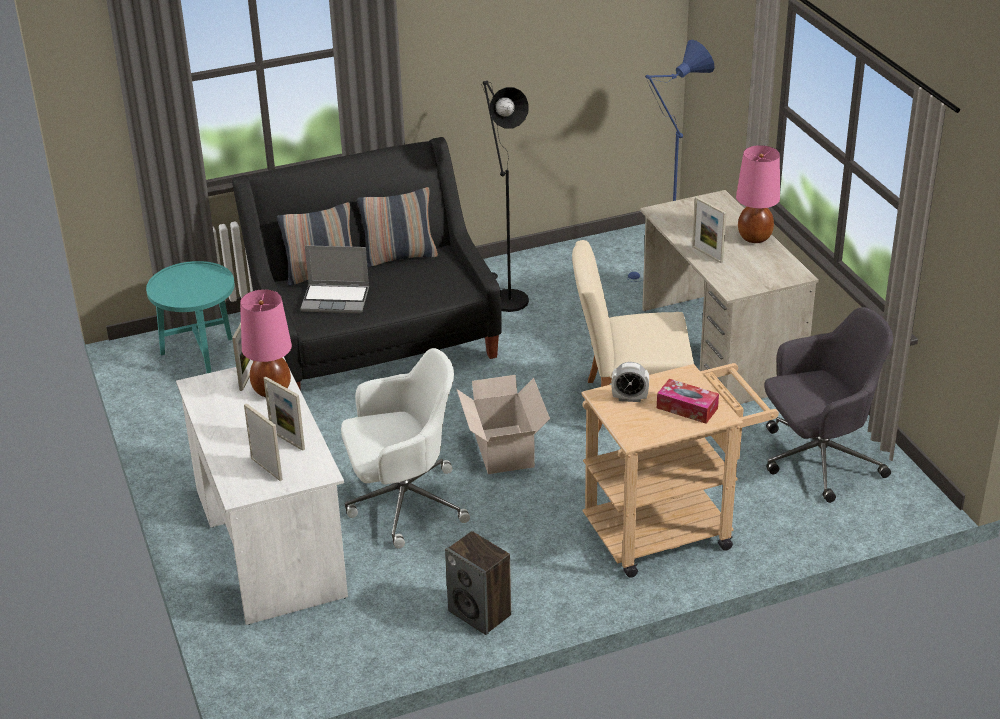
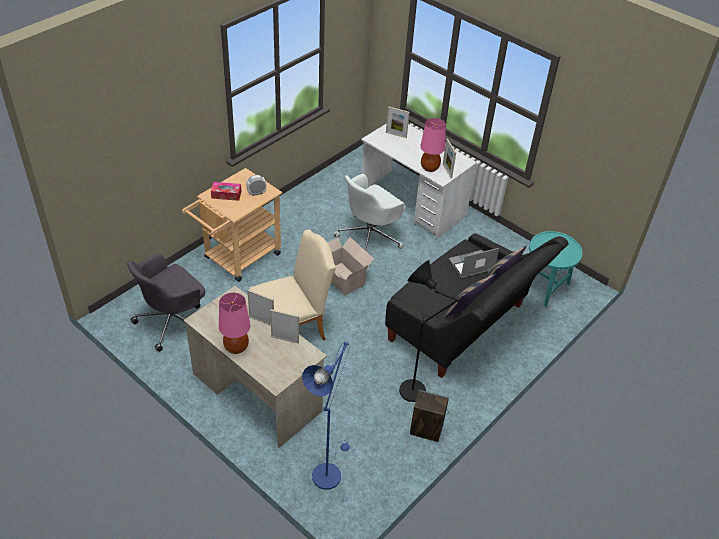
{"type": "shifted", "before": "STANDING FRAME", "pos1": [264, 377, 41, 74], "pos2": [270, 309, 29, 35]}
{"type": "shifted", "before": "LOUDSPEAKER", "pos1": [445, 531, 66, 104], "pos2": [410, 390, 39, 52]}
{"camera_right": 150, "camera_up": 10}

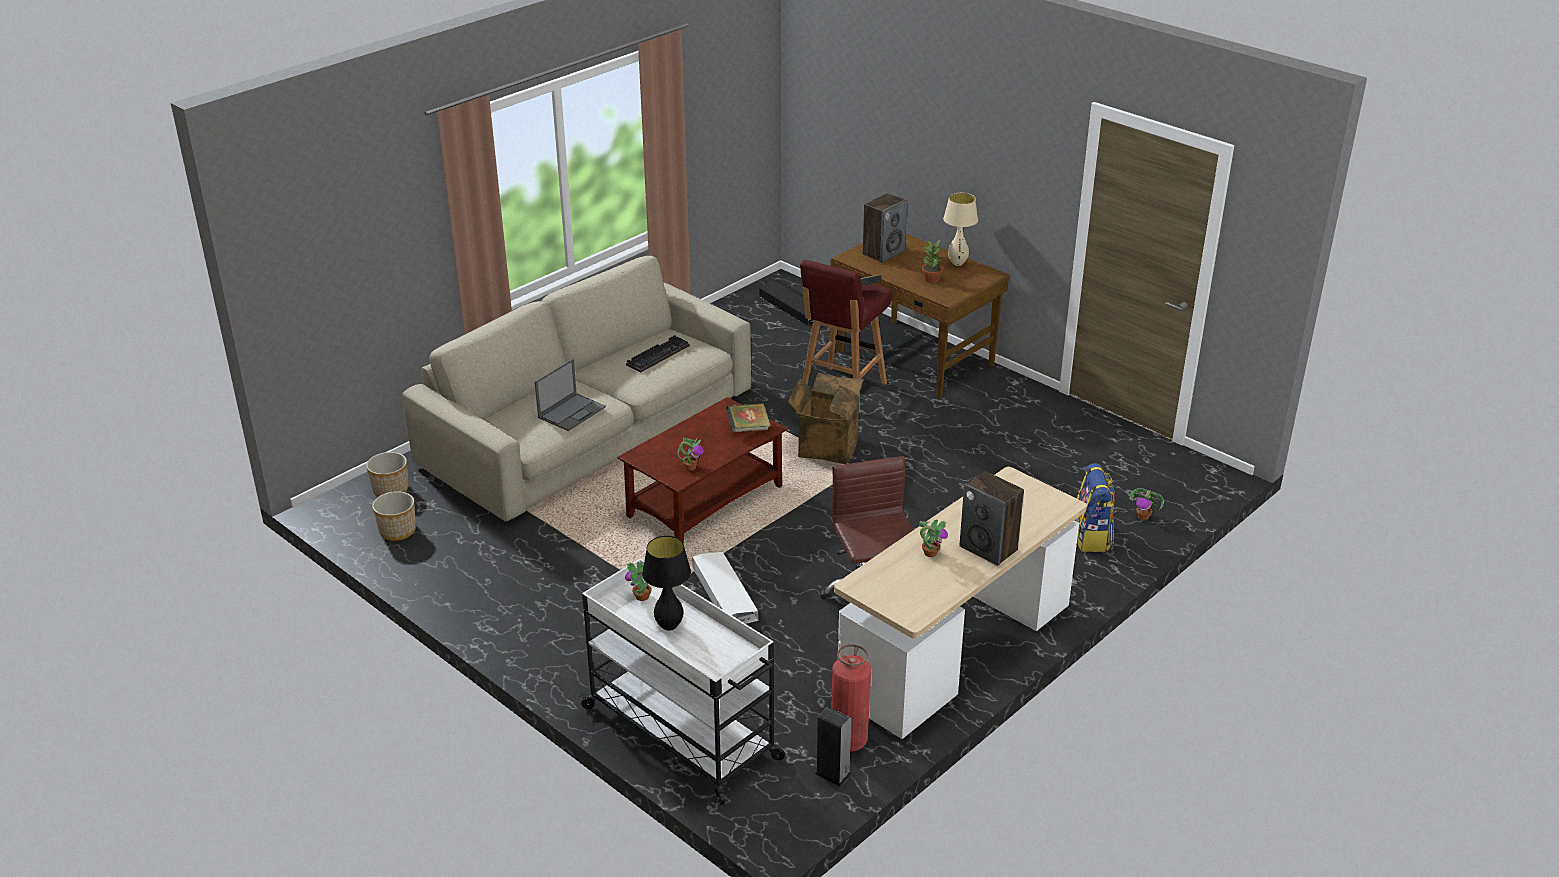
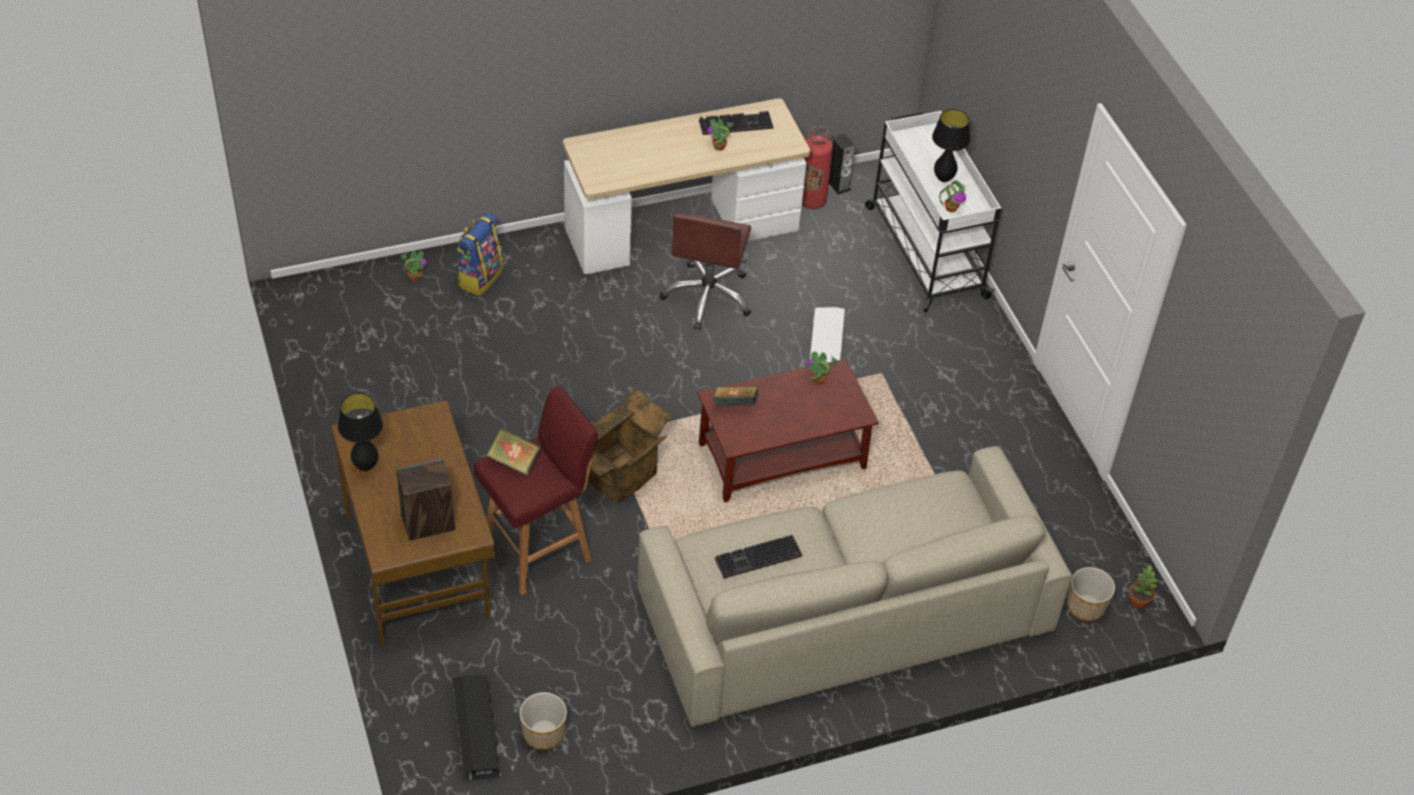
{"type": "repainted", "before": "BEIGE LAMP FOR A TABLE", "after": "BLACKISH LAMP FOR A TABLE", "pos1": [943, 193, 35, 73], "pos2": [338, 393, 45, 78]}
{"type": "shifted", "before": "PLANT POT", "pos1": [372, 491, 44, 50], "pos2": [520, 692, 47, 58]}
{"type": "new", "after": "KEYBOARD", "pos2": [699, 111, 74, 24]}
{"type": "shifted", "before": "PLANT IN A POT", "pos1": [921, 240, 22, 43], "pos2": [1129, 565, 28, 44]}
{"type": "gone", "before": "LAPTOP", "pos1": [535, 358, 71, 73]}
{"type": "gone", "before": "LOUDSPEAKER", "pos1": [960, 471, 64, 95]}
{"camera_right": -155, "camera_up": 15}

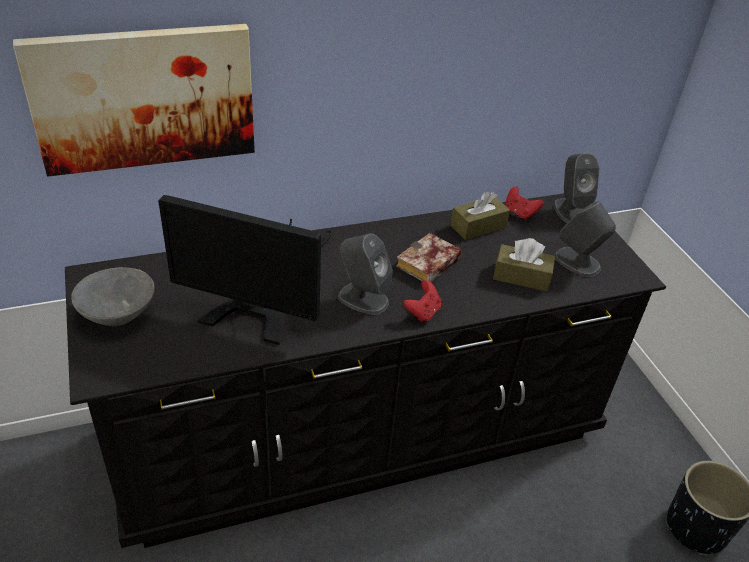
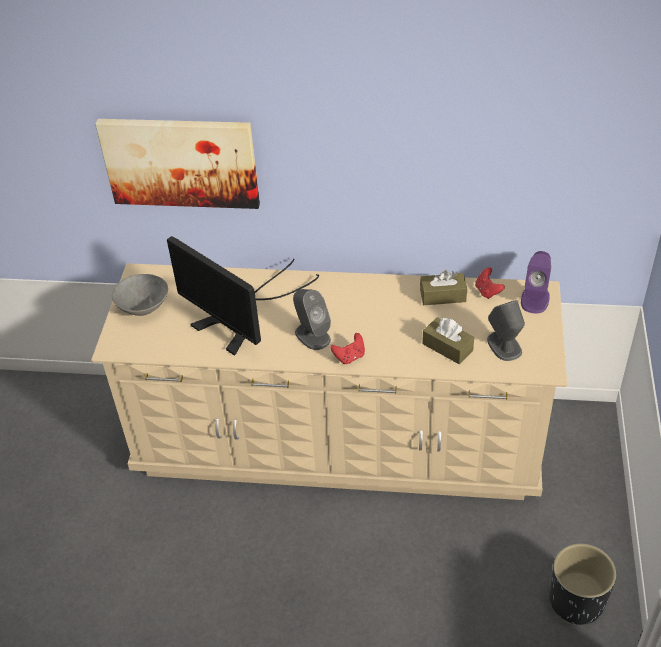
{"type": "repainted", "before": "BLACKISH DRAWER CHEST", "after": "BEIGE DRAWER CHEST", "pos1": [65, 193, 601, 355], "pos2": [91, 263, 476, 237]}
{"type": "repainted", "before": "GREY LOUDSPEAKER", "after": "PURPLE-COLOURED LOUDSPEAKER", "pos1": [553, 153, 46, 70], "pos2": [521, 251, 30, 63]}
{"type": "gone", "before": "BOUND BOOK", "pos1": [396, 233, 66, 49]}
{"camera_right": 30, "camera_up": 5}

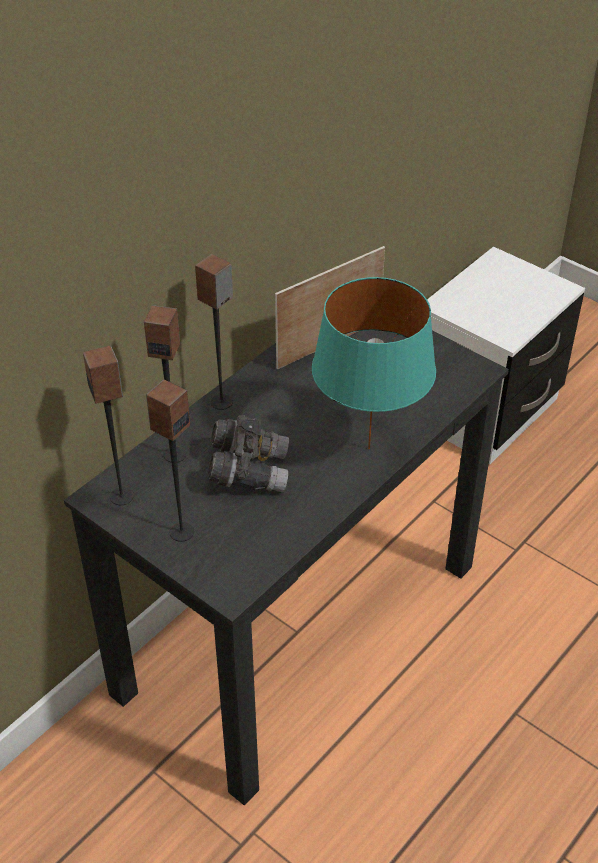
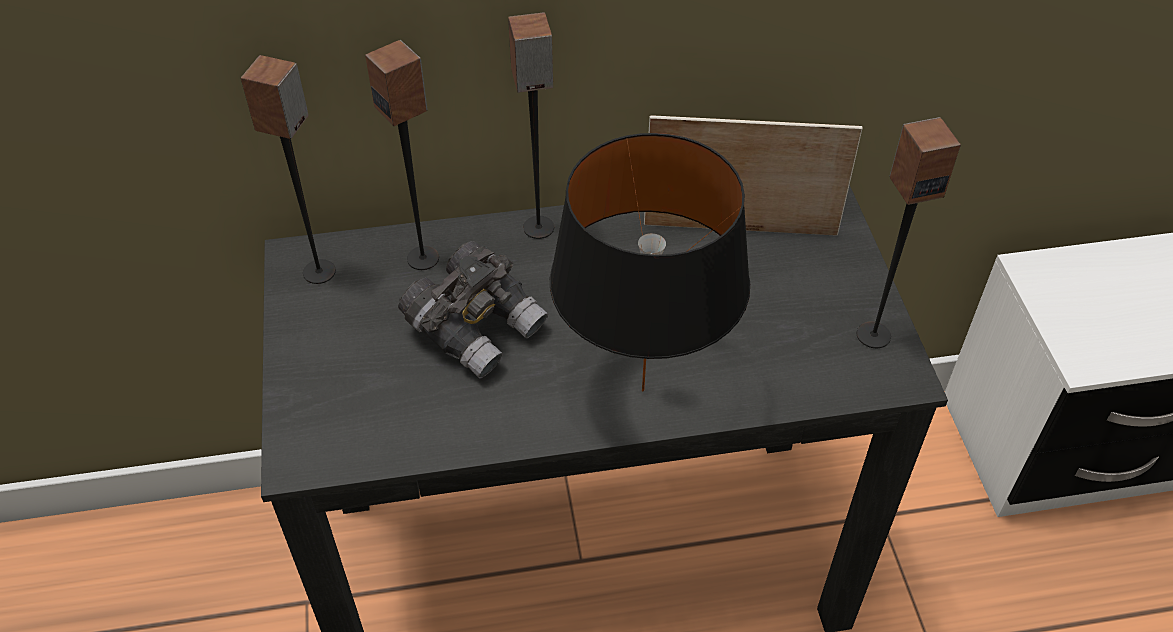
{"type": "repainted", "before": "BLUE-GREEN LAMP FOR A TABLE", "after": "BLACKISH LAMP FOR A TABLE", "pos1": [312, 277, 124, 172], "pos2": [550, 133, 200, 258]}
{"type": "shifted", "before": "LOUDSPEAKER", "pos1": [146, 379, 48, 163], "pos2": [857, 117, 104, 231]}
{"camera_right": 40, "camera_up": 5}

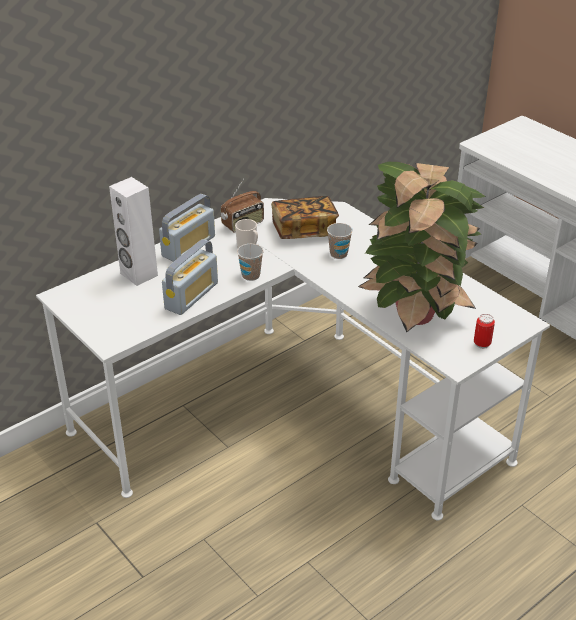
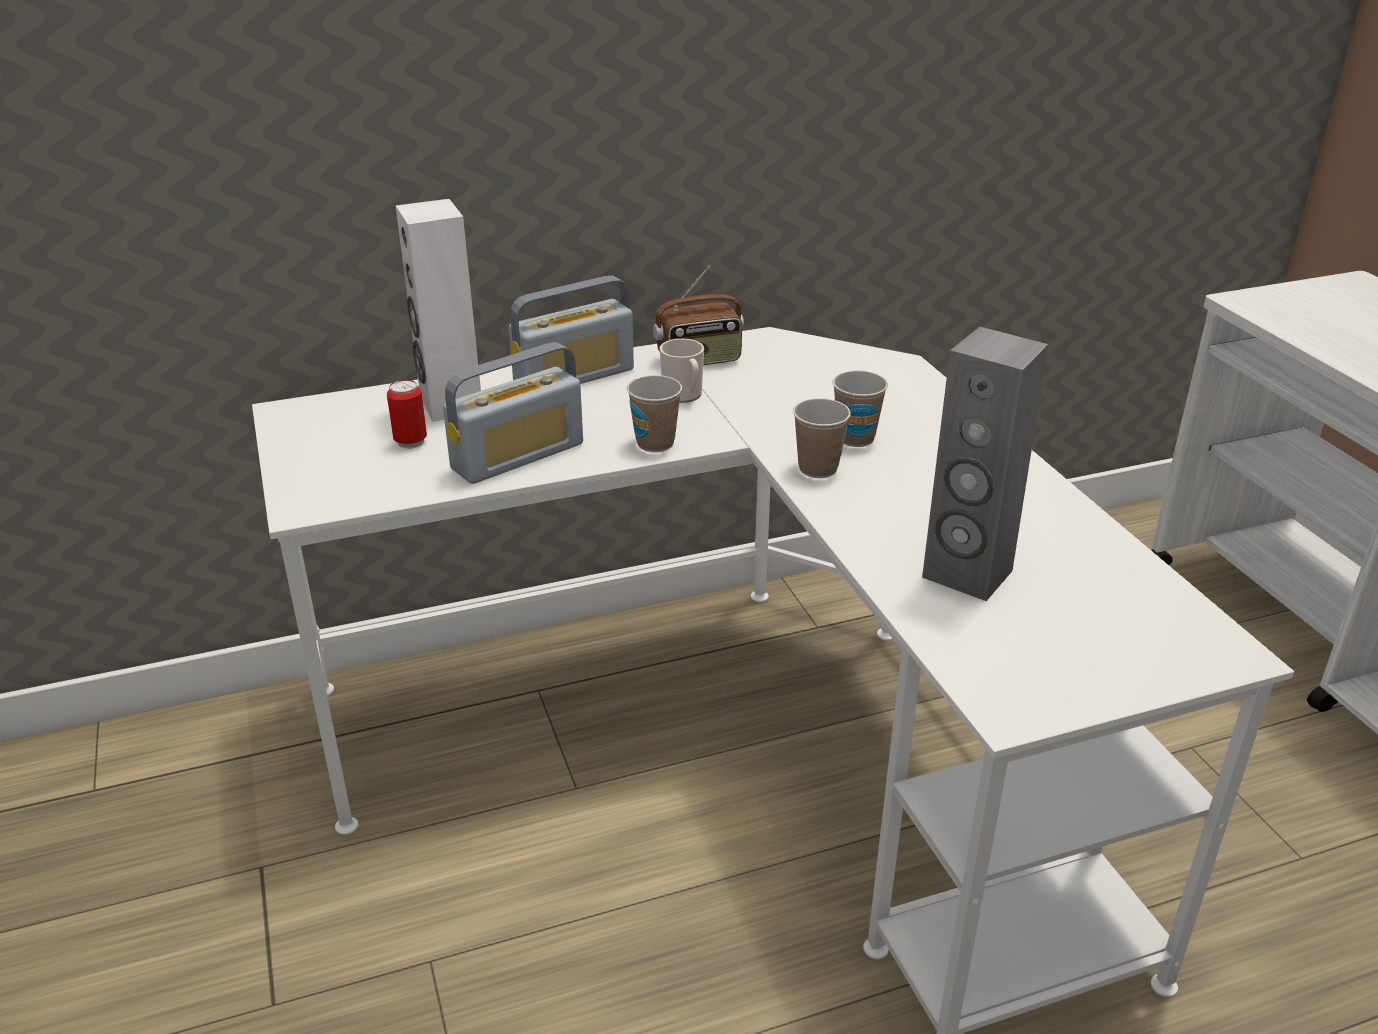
{"type": "shifted", "before": "METAL CAN", "pos1": [474, 314, 21, 35], "pos2": [387, 380, 40, 69]}
{"type": "new", "after": "DRINKING CUP", "pos2": [793, 398, 58, 80]}
{"type": "swapped", "before": "PLANT IN A POT", "after": "GREY LOUDSPEAKER", "pos1": [358, 162, 128, 171], "pos2": [922, 327, 126, 274]}
{"type": "gone", "before": "BOUND BOOK", "pos1": [271, 196, 68, 43]}
{"camera_right": 20, "camera_up": -5}

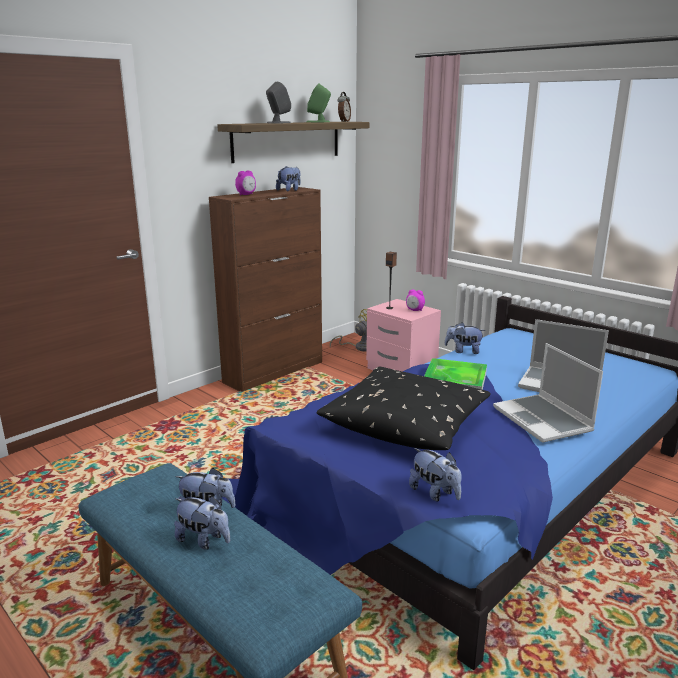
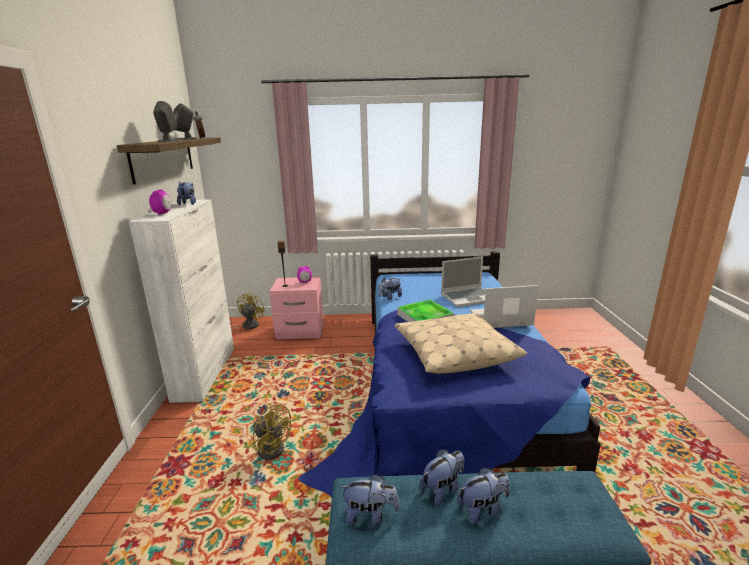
{"type": "repainted", "before": "BROWNISH CUPBOARD", "after": "WHITISH CUPBOARD", "pos1": [209, 187, 113, 205], "pos2": [129, 199, 105, 204]}
{"type": "repainted", "before": "GREEN-COLOURED LOUDSPEAKER", "after": "GREY LOUDSPEAKER", "pos1": [307, 84, 24, 38], "pos2": [173, 103, 24, 37]}
{"type": "new", "after": "YELLOW ELECTRIC FAN", "pos2": [253, 403, 38, 57]}
{"type": "shifted", "before": "PLUSH TOY", "pos1": [409, 448, 53, 54], "pos2": [340, 474, 60, 51]}
{"type": "repainted", "before": "BLACKISH CUSHION", "after": "BEIGE CUSHION", "pos1": [317, 367, 174, 83], "pos2": [395, 313, 132, 60]}
{"type": "rotated", "before": "LAPTOP", "pos1": [493, 343, 110, 100], "pos2": [470, 285, 69, 43], "turn": 150}
{"camera_right": -45, "camera_up": 0}

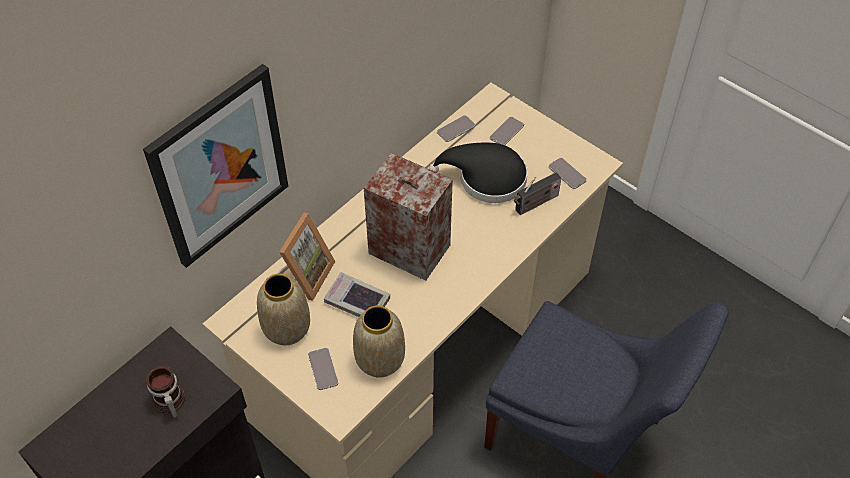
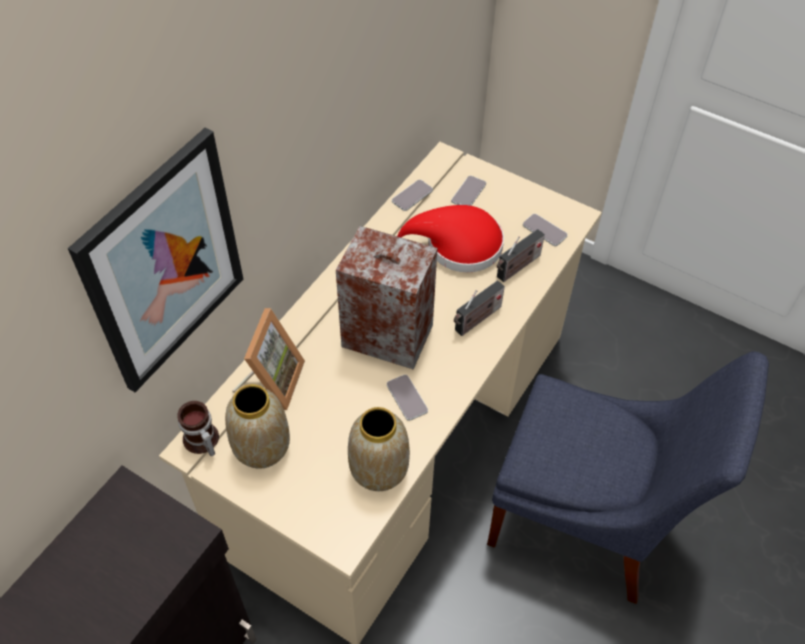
{"type": "shifted", "before": "TEA MUG", "pos1": [146, 366, 39, 51], "pos2": [177, 401, 42, 55]}
{"type": "shifted", "before": "HANDSET", "pos1": [308, 348, 31, 42], "pos2": [387, 375, 41, 46]}
{"type": "repainted", "before": "BLACKISH WEARABLE HAT", "after": "RED WEARABLE HAT", "pos1": [429, 143, 99, 60], "pos2": [397, 205, 107, 67]}
{"type": "new", "after": "RADIO", "pos2": [454, 280, 51, 56]}
{"type": "gone", "before": "BOUND BOOK", "pos1": [324, 272, 66, 45]}
{"camera_right": -10, "camera_up": 0}

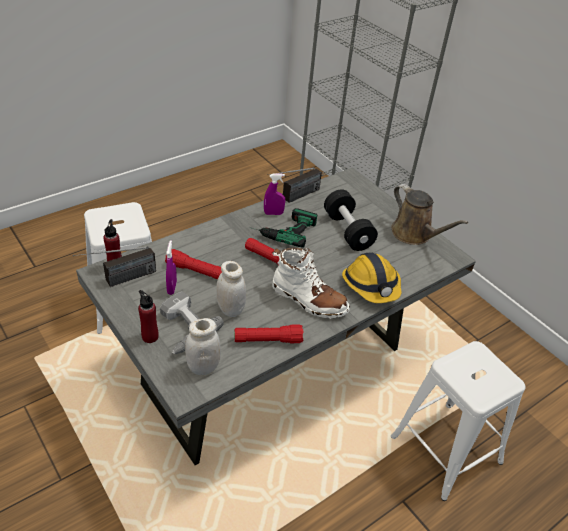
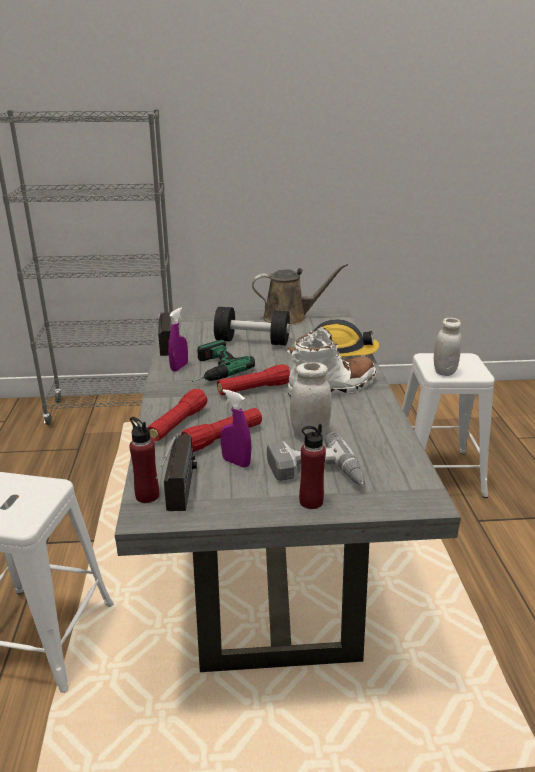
{"type": "shifted", "before": "RED HAND TORCH", "pos1": [234, 325, 70, 18], "pos2": [147, 389, 61, 52]}
{"type": "shifted", "before": "WHITISH STORAGE JAR", "pos1": [185, 318, 36, 57], "pos2": [434, 318, 28, 58]}
{"camera_right": -55, "camera_up": -15}

